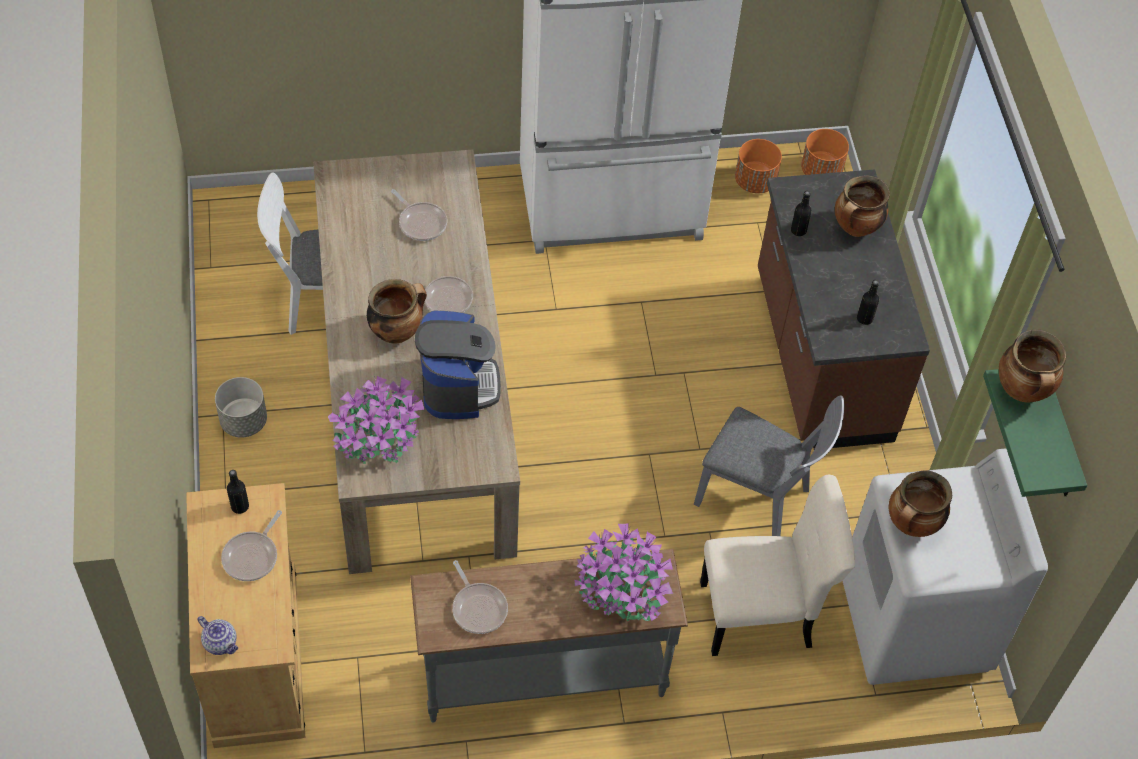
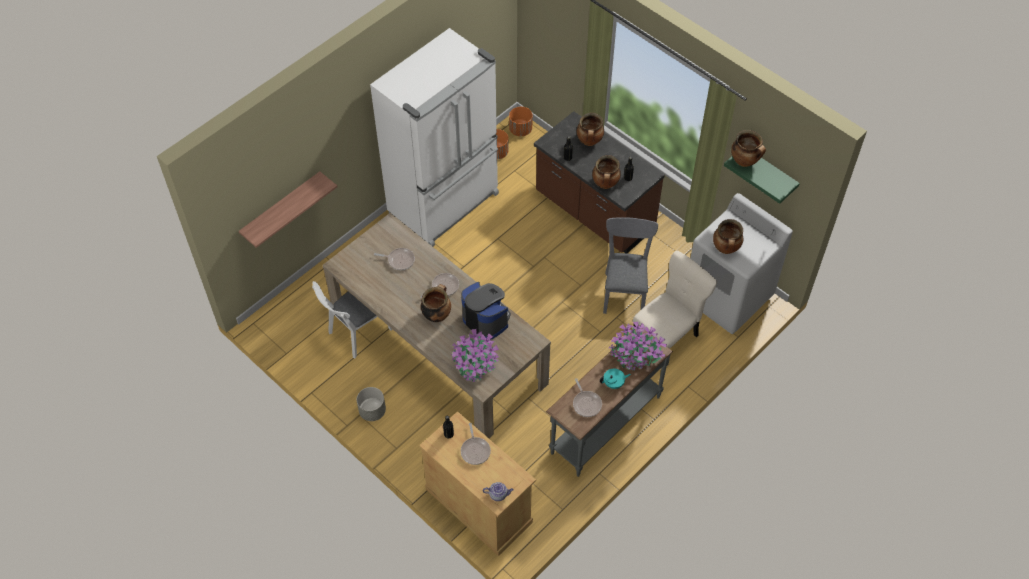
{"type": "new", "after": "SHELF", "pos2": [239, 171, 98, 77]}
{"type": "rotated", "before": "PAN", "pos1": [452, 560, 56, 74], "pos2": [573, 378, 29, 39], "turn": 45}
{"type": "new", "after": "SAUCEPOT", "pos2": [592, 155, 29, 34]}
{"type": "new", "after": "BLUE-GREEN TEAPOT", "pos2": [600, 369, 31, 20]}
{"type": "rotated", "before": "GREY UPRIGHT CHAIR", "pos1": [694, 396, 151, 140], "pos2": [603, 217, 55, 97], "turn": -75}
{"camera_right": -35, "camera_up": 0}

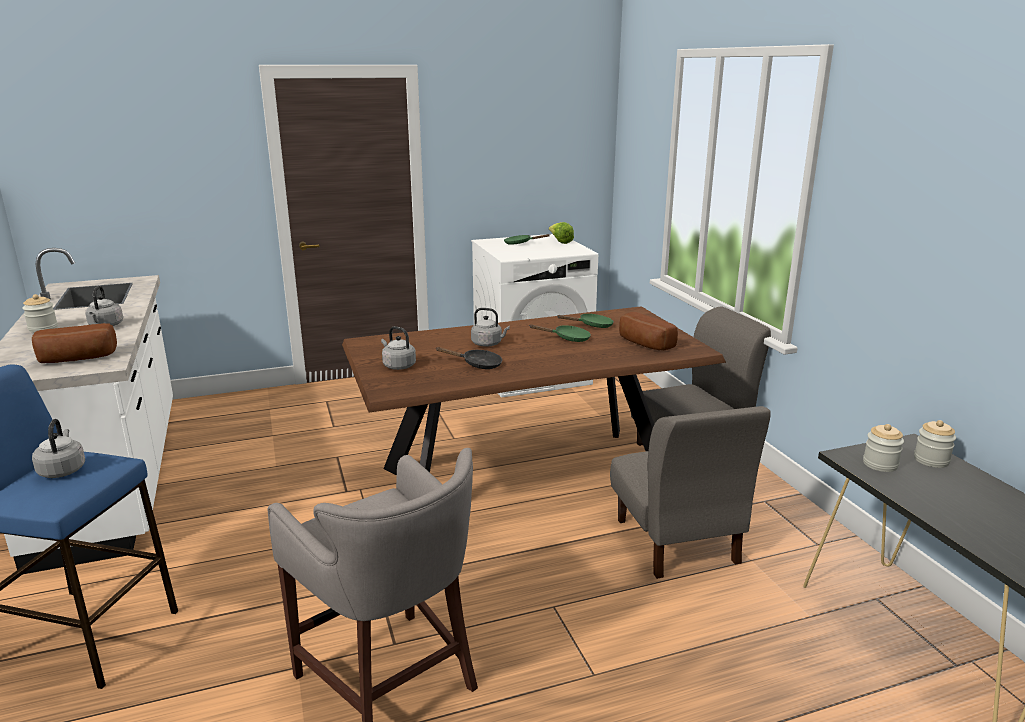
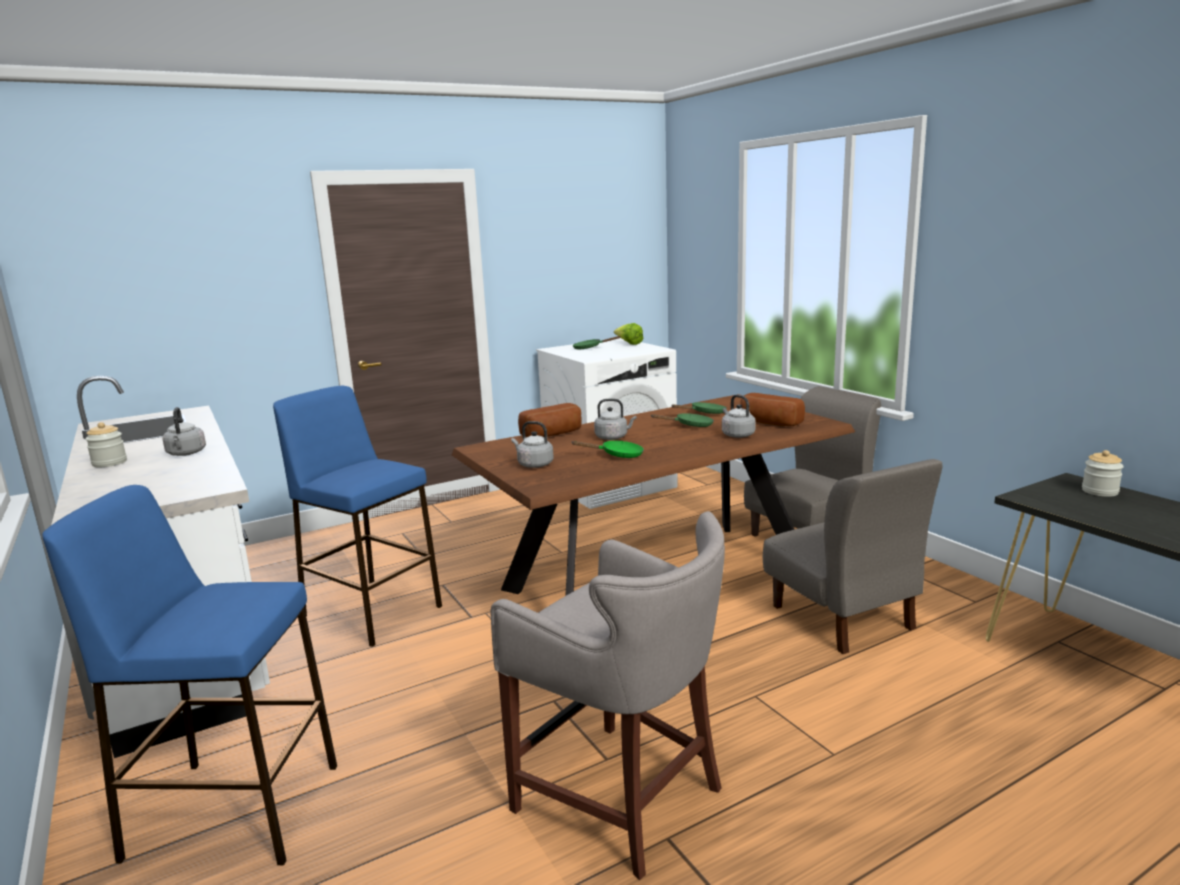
{"type": "new", "after": "BLUE-COLOURED SITTING STOOL", "pos2": [273, 386, 169, 261]}
{"type": "shifted", "before": "BAKED BREAD", "pos1": [32, 323, 85, 40], "pos2": [518, 403, 64, 35]}
{"type": "repainted", "before": "BLACKISH PAN", "after": "GREEN-COLOURED PAN", "pos1": [436, 347, 66, 22], "pos2": [572, 441, 72, 17]}
{"type": "shifted", "before": "GREY WATER KETTLE", "pos1": [32, 419, 53, 59], "pos2": [722, 395, 34, 43]}
{"type": "gone", "before": "STORAGE JAR", "pos1": [863, 424, 41, 48]}
{"camera_right": -10, "camera_up": -5}

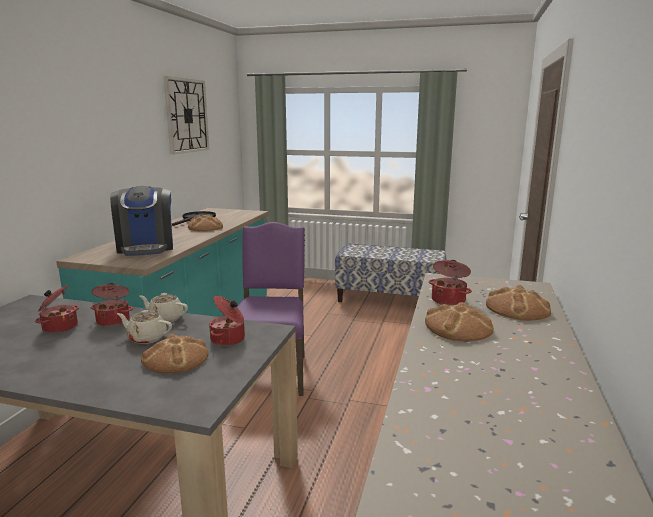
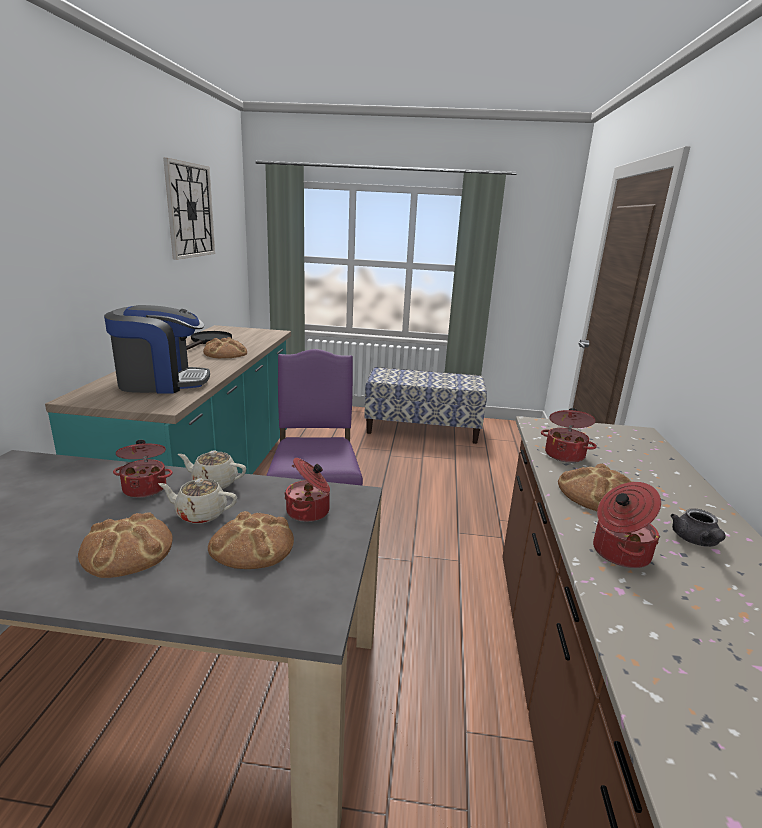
{"type": "shifted", "before": "BAKED BREAD", "pos1": [486, 285, 65, 36], "pos2": [78, 512, 95, 66]}
{"type": "rotated", "before": "COFFEE MACHINE", "pos1": [110, 186, 63, 70], "pos2": [104, 305, 106, 89], "turn": -75}
{"type": "shifted", "before": "SAUCEPOT", "pos1": [35, 285, 44, 48], "pos2": [593, 482, 68, 86]}
{"type": "new", "after": "GREY TEAPOT", "pos2": [670, 508, 56, 39]}
{"camera_right": -10, "camera_up": 5}

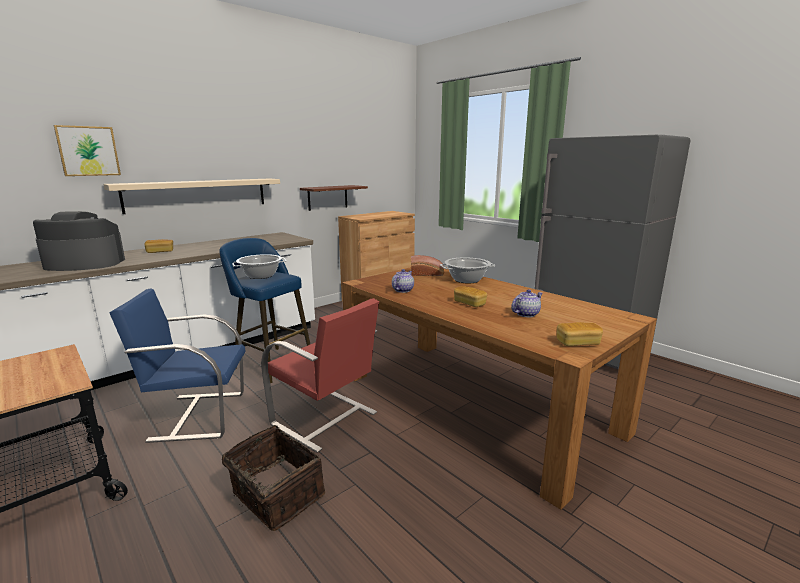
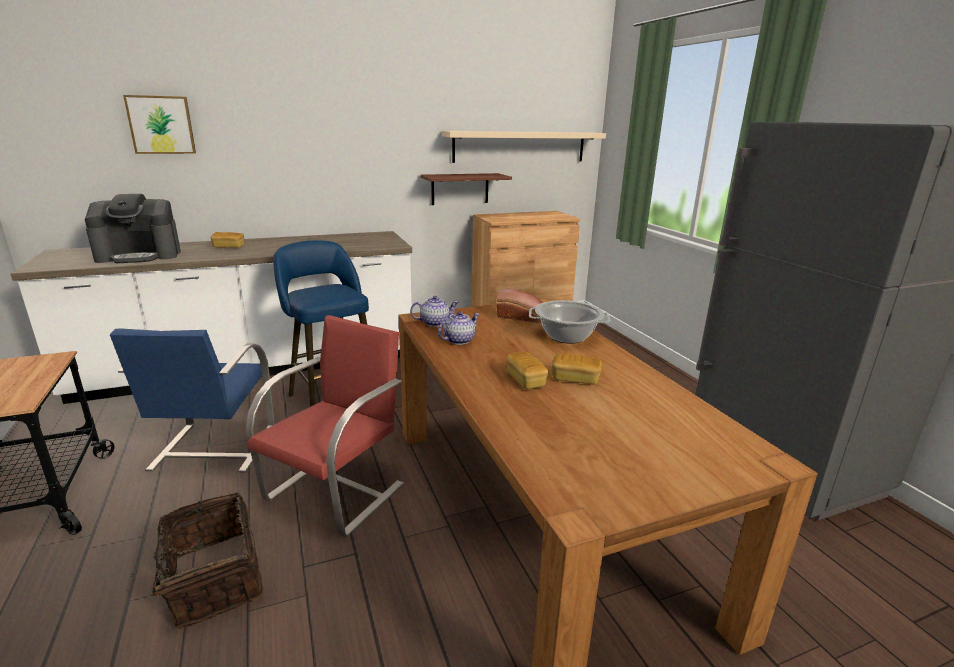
{"type": "rotated", "before": "COFFEE MACHINE", "pos1": [33, 211, 92, 60], "pos2": [85, 194, 96, 69], "turn": 150}
{"type": "rotated", "before": "BLUE-COLOURED UPRIGHT CHAIR", "pos1": [109, 288, 136, 155], "pos2": [110, 328, 165, 144], "turn": -105}
{"type": "rotated", "before": "RED UPRIGHT CHAIR", "pos1": [261, 298, 118, 155], "pos2": [246, 315, 158, 222], "turn": -120}
{"type": "shifted", "before": "TEAPOT", "pos1": [511, 289, 32, 28], "pos2": [410, 296, 49, 31]}
{"type": "shifted", "before": "BEIGE SHELF", "pos1": [103, 179, 177, 35], "pos2": [441, 131, 165, 32]}
{"type": "shifted", "before": "BAKED BREAD", "pos1": [557, 322, 46, 24], "pos2": [552, 353, 50, 32]}
{"type": "gone", "before": "SAUCEPOT", "pos1": [232, 254, 55, 25]}
{"camera_right": 20, "camera_up": 5}

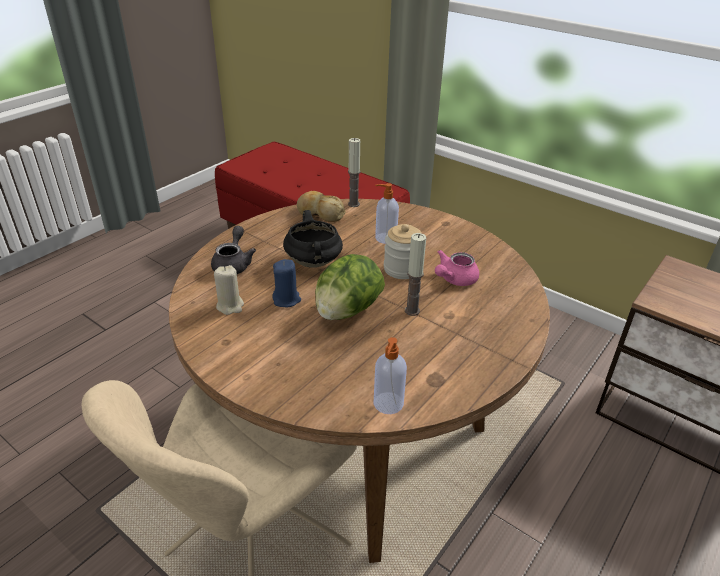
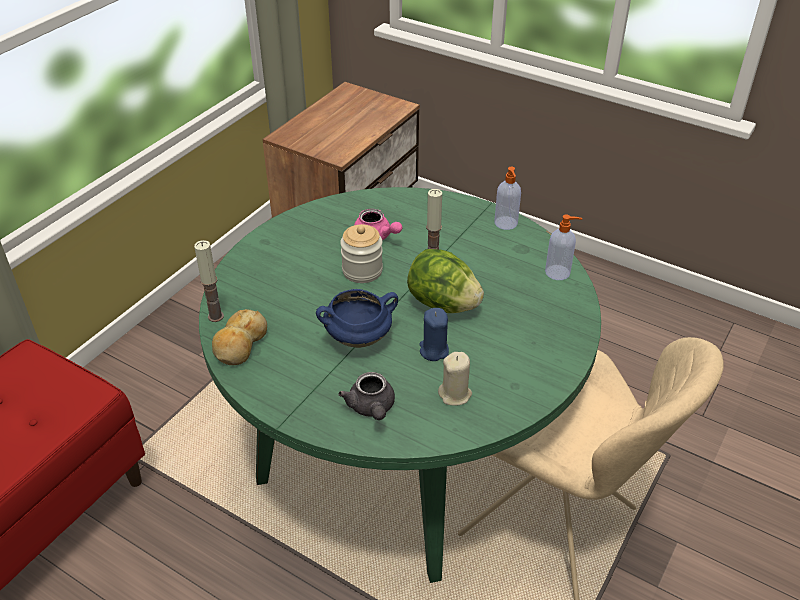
{"type": "repainted", "before": "BROWNISH KITCHEN TABLE", "after": "GREEN-COLOURED KITCHEN TABLE", "pos1": [169, 199, 381, 364], "pos2": [199, 187, 402, 396]}
{"type": "repainted", "before": "BLACKISH SAUCEPOT", "after": "BLUE-COLOURED SAUCEPOT", "pos1": [283, 210, 60, 58], "pos2": [316, 289, 82, 59]}
{"type": "rotated", "before": "GREY TEAPOT", "pos1": [211, 226, 45, 48], "pos2": [338, 372, 57, 48], "turn": -105}
{"type": "shifted", "before": "SOAP BOTTLE", "pos1": [375, 183, 24, 61], "pos2": [494, 167, 27, 63]}
{"camera_right": -95, "camera_up": 5}

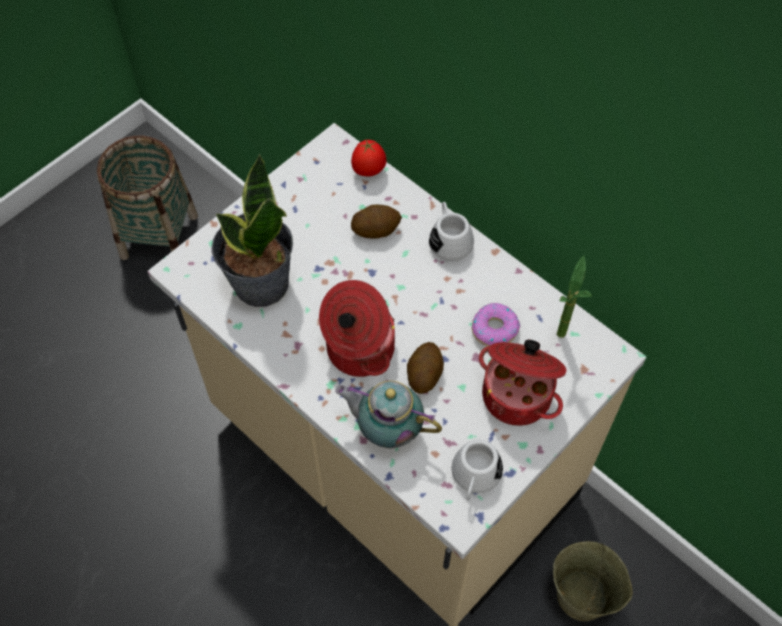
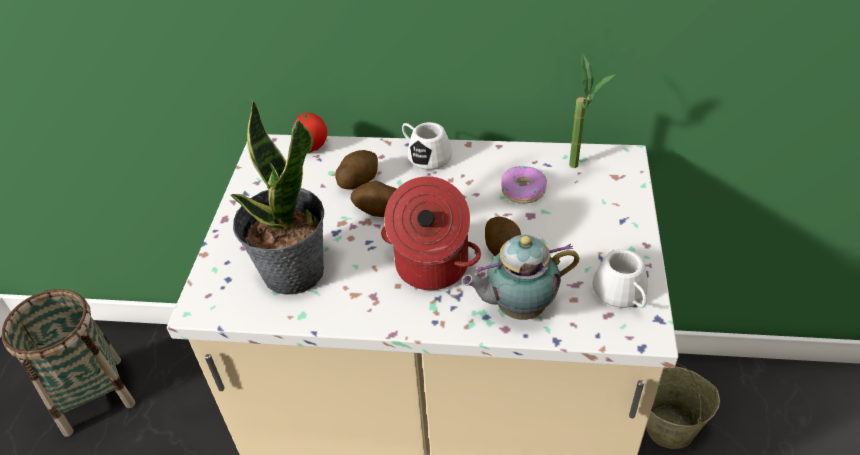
{"type": "new", "after": "POTATO", "pos2": [350, 181, 46, 36]}
{"type": "gone", "before": "SAUCEPOT", "pos1": [479, 339, 88, 87]}
{"camera_right": -35, "camera_up": -15}

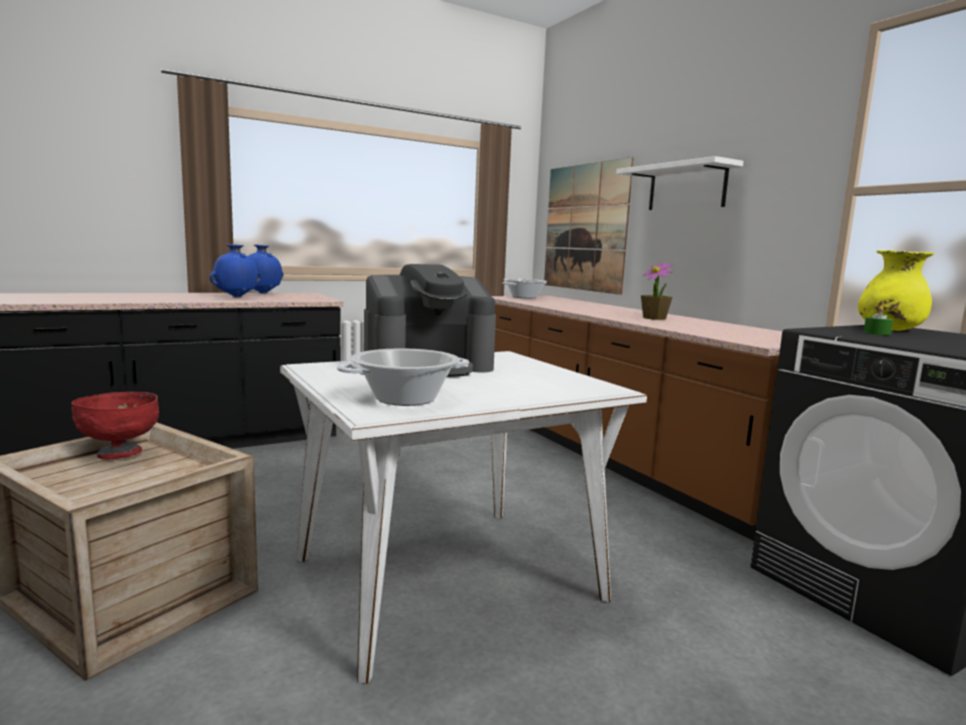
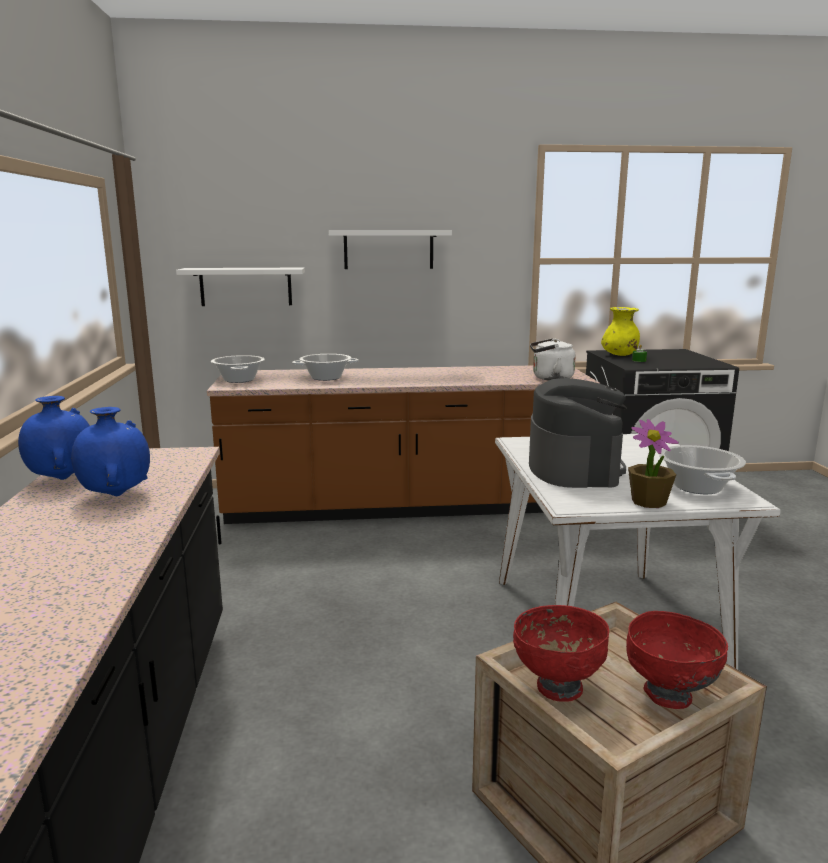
{"type": "swapped", "before": "PICTURE", "after": "WHITISH SHELF", "pos1": [544, 157, 90, 138], "pos2": [176, 268, 129, 38]}
{"type": "new", "after": "SAUCEPOT", "pos2": [292, 354, 67, 27]}
{"type": "new", "after": "WHITISH WATER KETTLE", "pos2": [530, 339, 46, 41]}
{"type": "new", "after": "RED BOWL", "pos2": [626, 611, 102, 98]}
{"type": "shifted", "before": "PLANT IN A POT", "pos1": [641, 262, 32, 58], "pos2": [628, 419, 51, 89]}
{"camera_right": -65, "camera_up": 5}

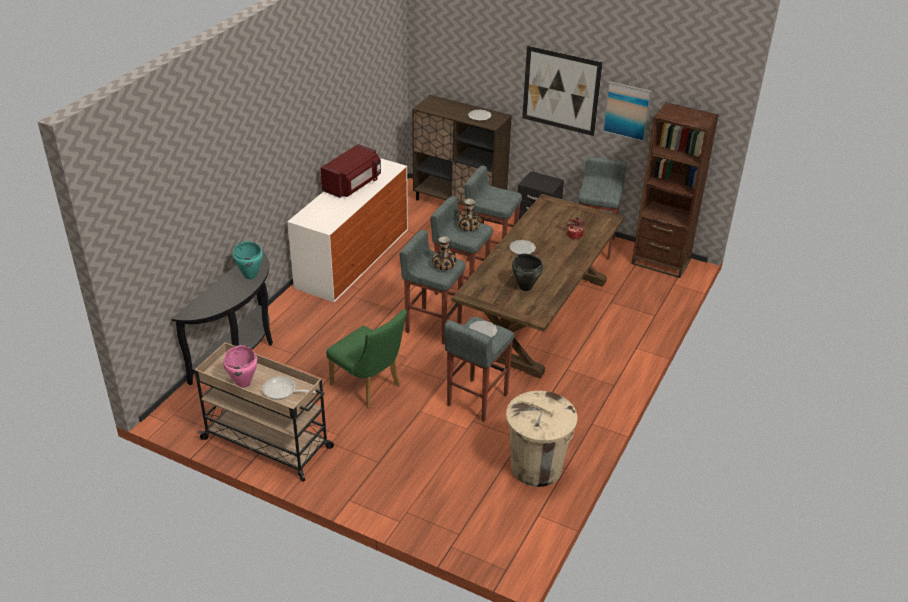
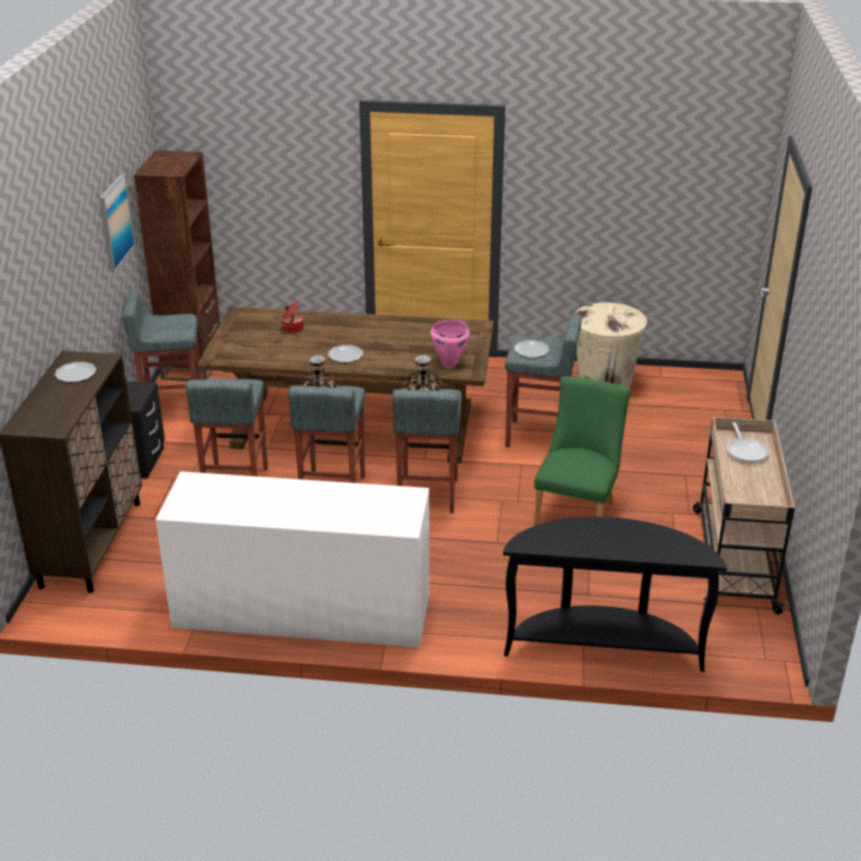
{"type": "shifted", "before": "PINK-COLOURED SAUCEPOT", "pos1": [223, 345, 35, 43], "pos2": [430, 319, 40, 48]}
{"type": "gone", "before": "BLUE-GREEN SAUCEPOT", "pos1": [233, 241, 30, 38]}
{"type": "gone", "before": "RED MICROWAVE", "pos1": [320, 144, 61, 54]}
{"type": "gone", "before": "BLACKISH SAUCEPOT", "pos1": [512, 254, 31, 37]}
{"type": "gone", "before": "PICTURE", "pos1": [522, 46, 81, 90]}
{"camera_right": -110, "camera_up": -5}

